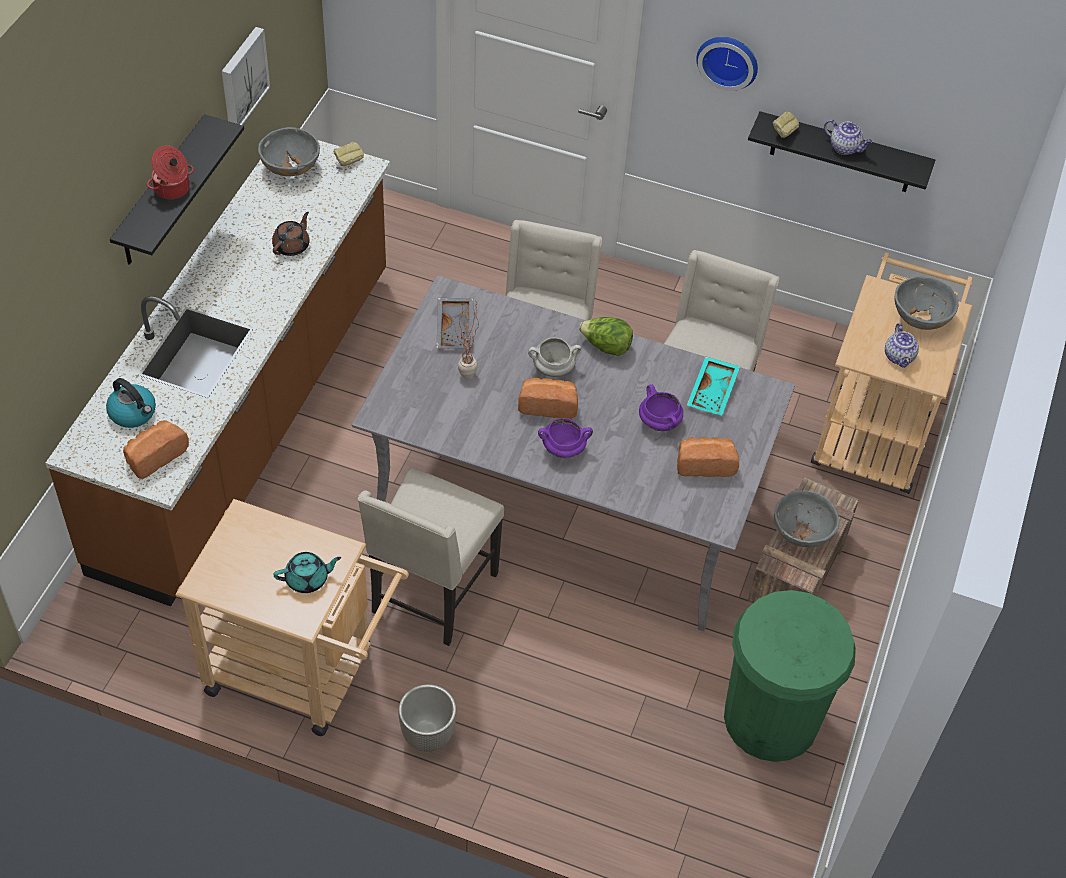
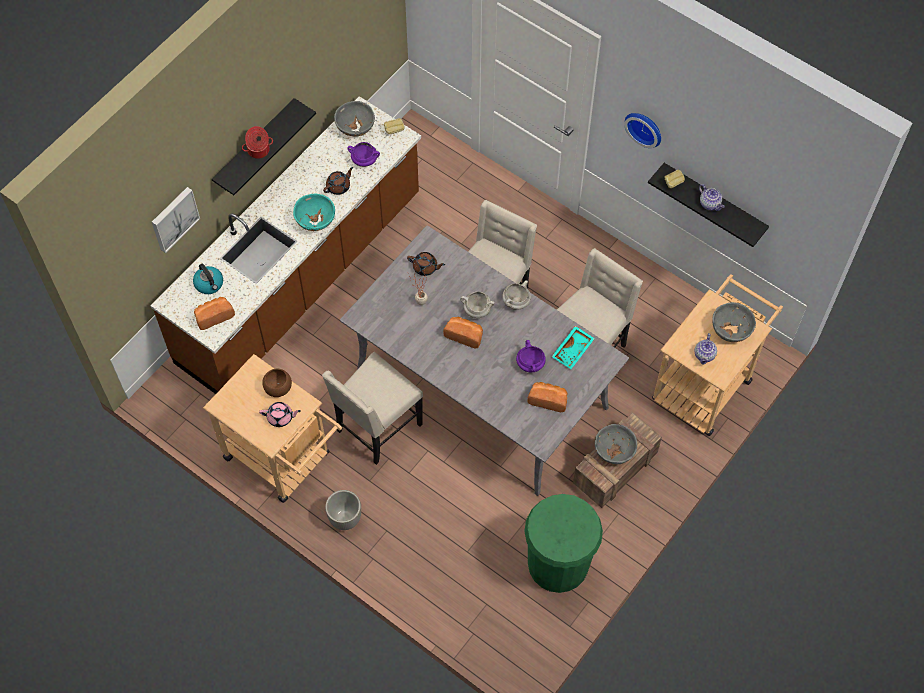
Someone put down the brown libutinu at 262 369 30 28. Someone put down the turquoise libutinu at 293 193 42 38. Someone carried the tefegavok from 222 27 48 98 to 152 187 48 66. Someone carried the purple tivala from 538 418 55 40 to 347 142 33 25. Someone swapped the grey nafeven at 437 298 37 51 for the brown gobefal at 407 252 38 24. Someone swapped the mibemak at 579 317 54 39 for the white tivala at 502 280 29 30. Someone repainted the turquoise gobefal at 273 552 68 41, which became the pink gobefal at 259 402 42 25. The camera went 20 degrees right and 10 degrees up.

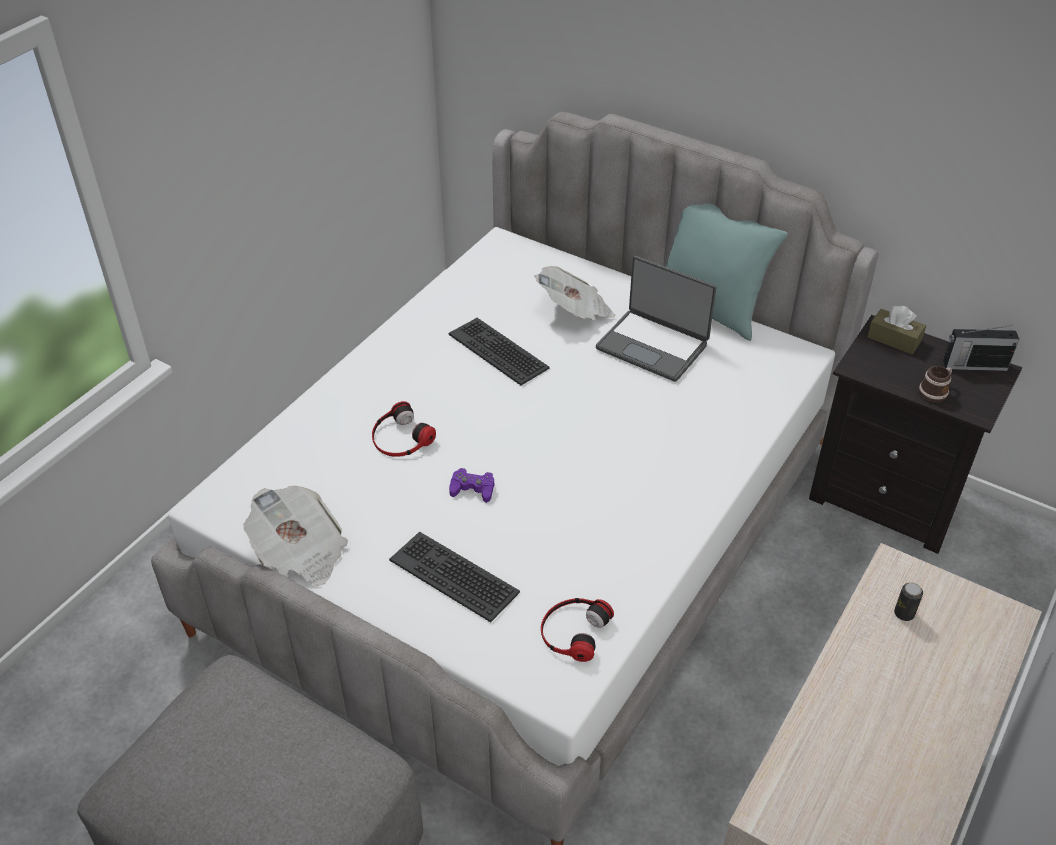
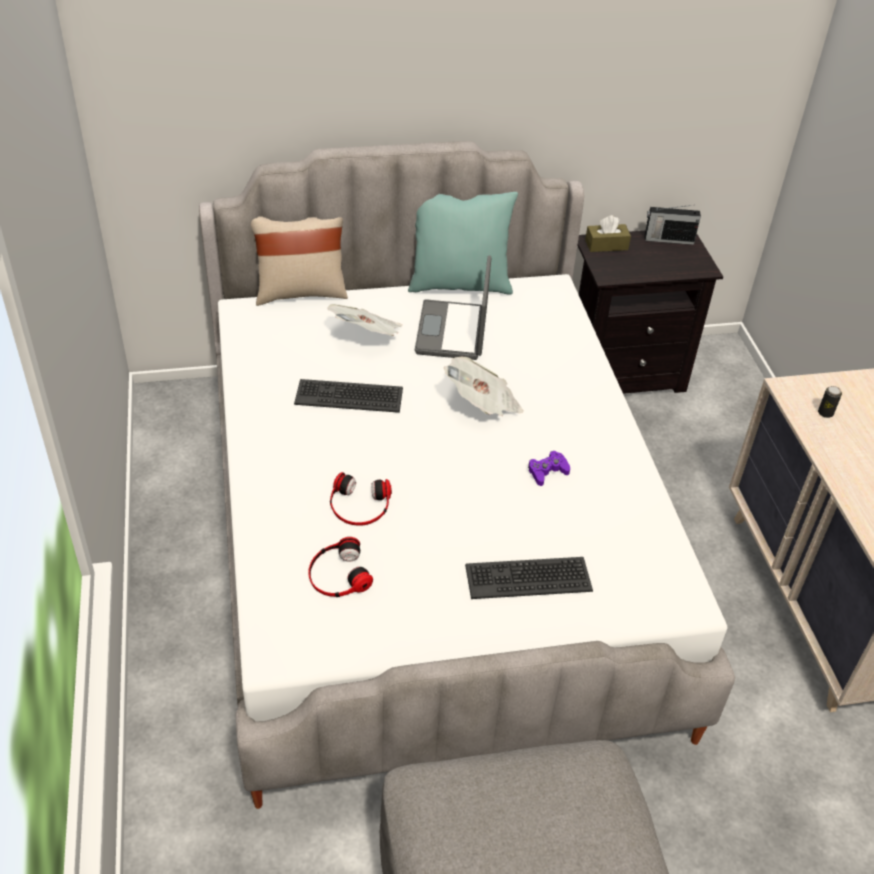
Someone took away the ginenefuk at 919 366 33 37. Someone put down the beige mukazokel at 251 216 97 90. Someone carried the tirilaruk from 243 486 105 100 to 444 357 80 59. Someone carried the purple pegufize from 449 468 46 35 to 528 451 42 35. Someone carried the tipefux from 541 598 73 64 to 308 537 65 60. Someone rotated the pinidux at 596 256 120 126 by 105 degrees clockwise. Someone rotated the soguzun at 943 325 76 46 by 45 degrees clockwise. The camera went 45 degrees left and 0 degrees up.

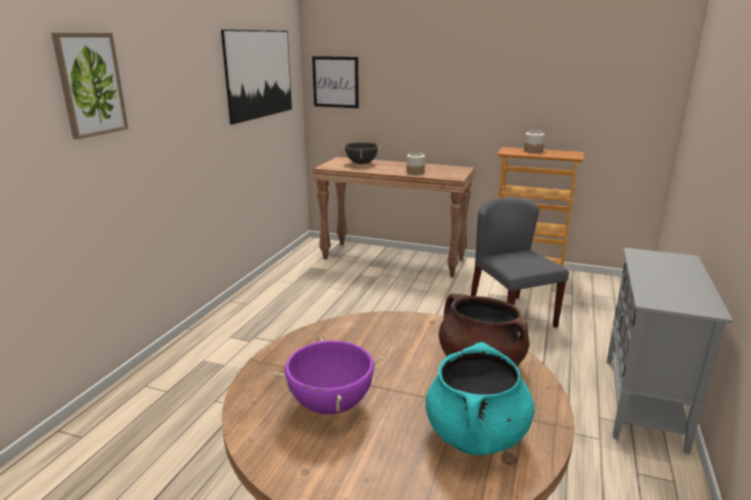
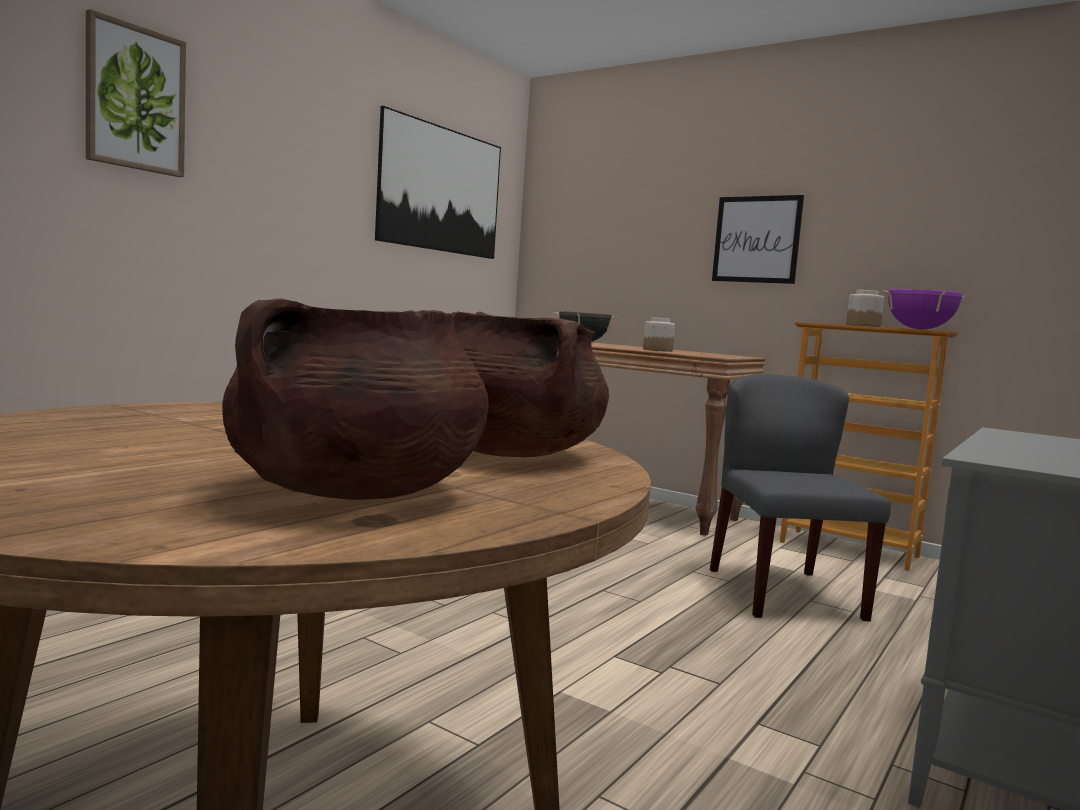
Someone carried the purple tivala from 274 337 109 77 to 882 289 85 41. Someone carried the tefegavok from 312 56 47 52 to 712 195 92 89. Someone repainted the turquoise tivala at 426 342 109 113, which became the brown tivala at 222 298 267 202. The camera went 15 degrees right and 15 degrees down.

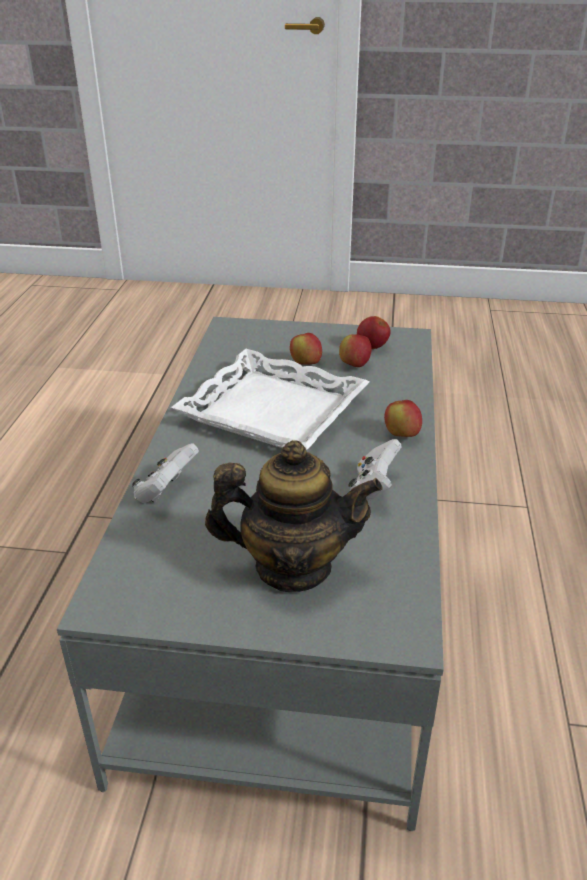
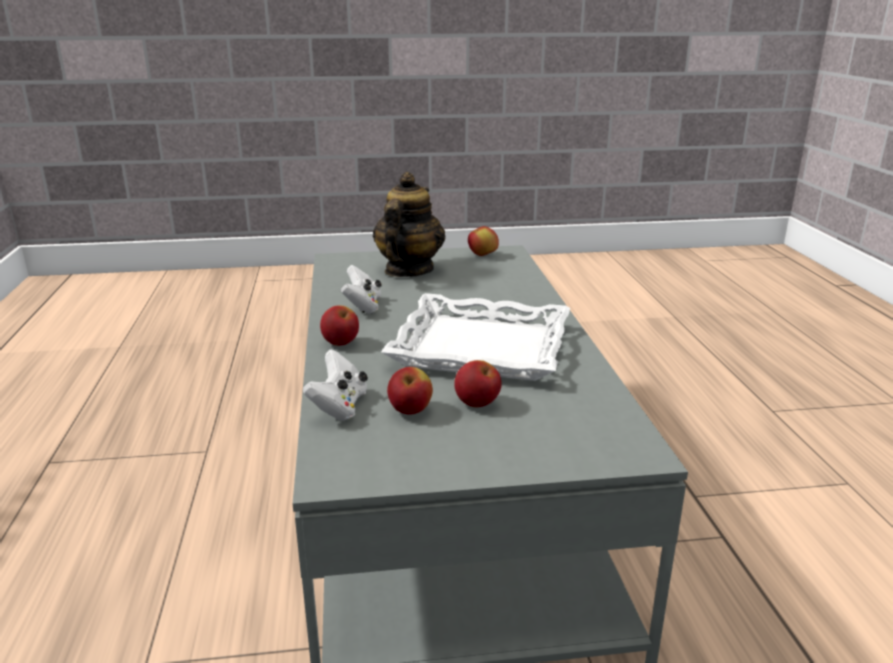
Someone carried the white pegufize from 132 443 67 60 to 302 350 66 71. Someone carried the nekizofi from 357 316 34 33 to 468 226 31 30. Someone rotated the gobefal at 205 440 177 152 by 120 degrees clockwise. The camera went 165 degrees right and 10 degrees down.

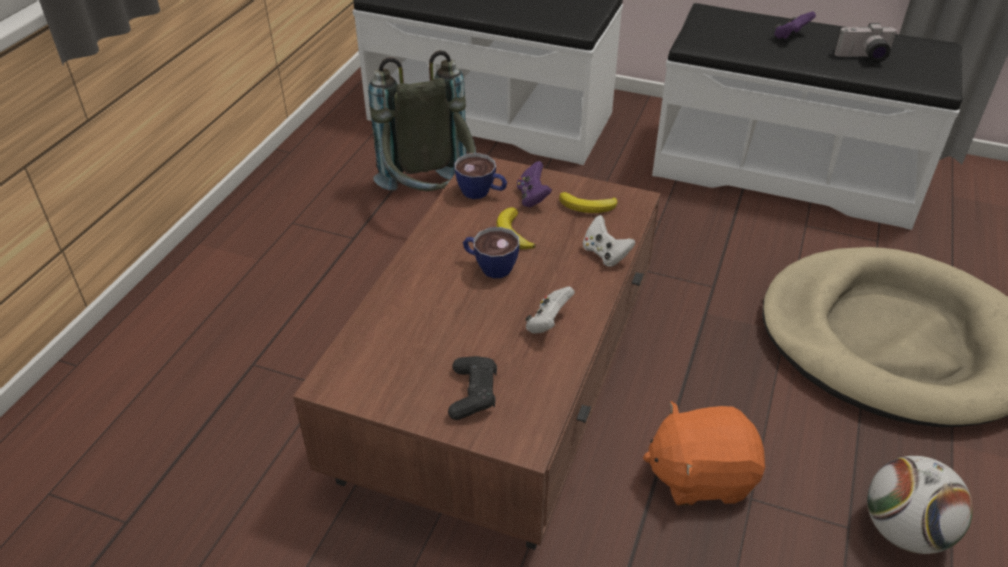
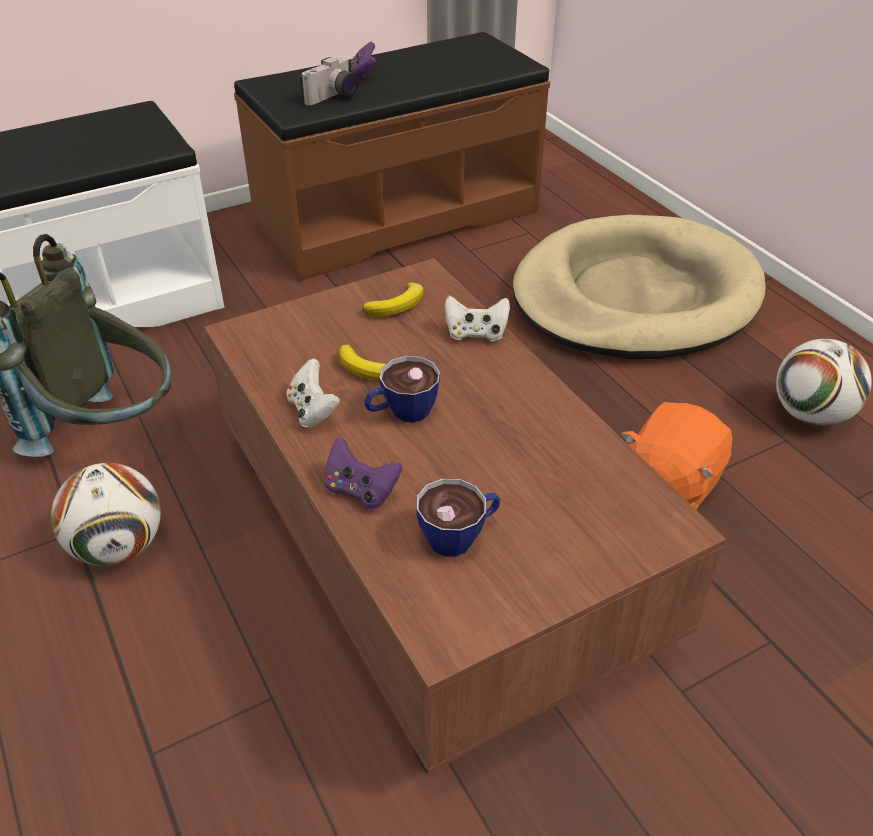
Someone took away the black pegufize at 448 356 49 64. Someone put down the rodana at 51 463 110 103. Someone carried the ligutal from 454 153 53 46 to 416 478 85 79. Someone carried the purple pegufize from 517 161 35 46 to 325 438 77 71. Someone carried the white pegufize from 525 286 50 48 to 286 358 54 70. Someone carried the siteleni from 834 23 63 40 to 300 57 59 48. Someone repainted the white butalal at 652 3 311 227, which became the brown butalal at 234 32 316 249. The camera went 50 degrees left and 0 degrees up.

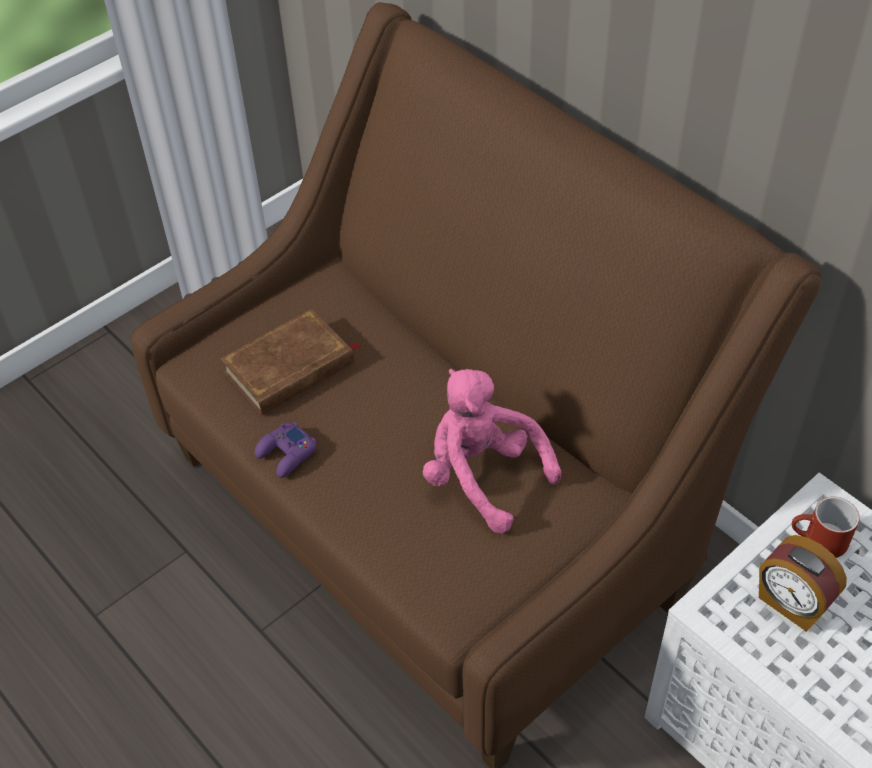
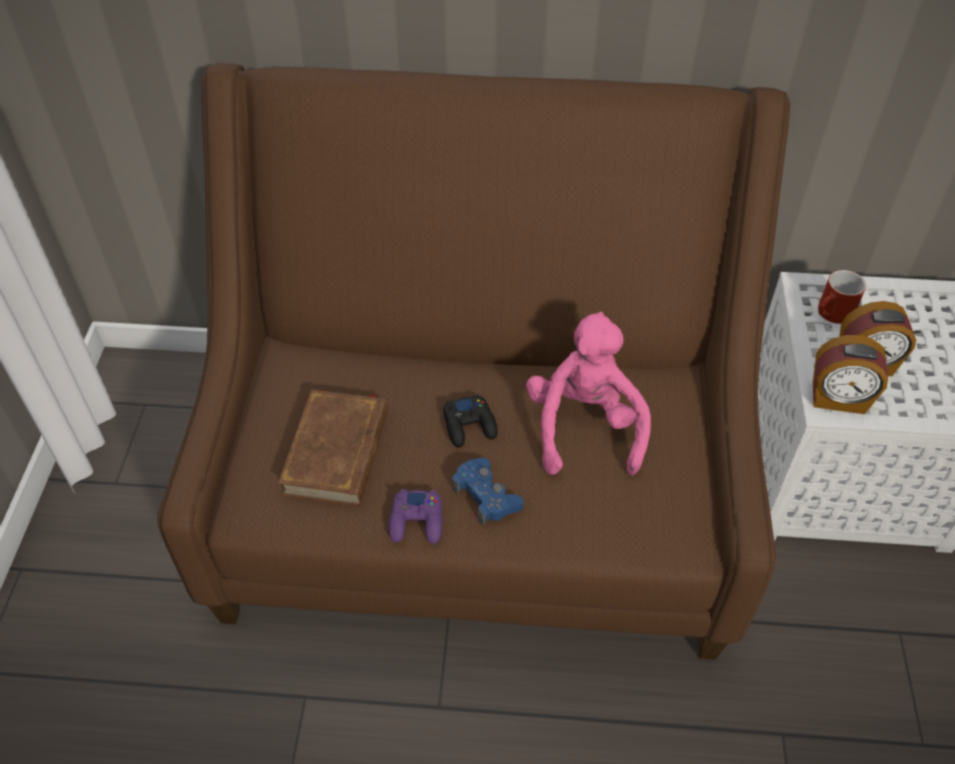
Someone put down the black pegufize at 443 394 55 54. Someone put down the blue pegufize at 452 458 71 67. Someone put down the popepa at 813 335 75 79. Someone rotated the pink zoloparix at 423 369 139 164 by 90 degrees clockwise. The camera went 45 degrees left and 0 degrees up.

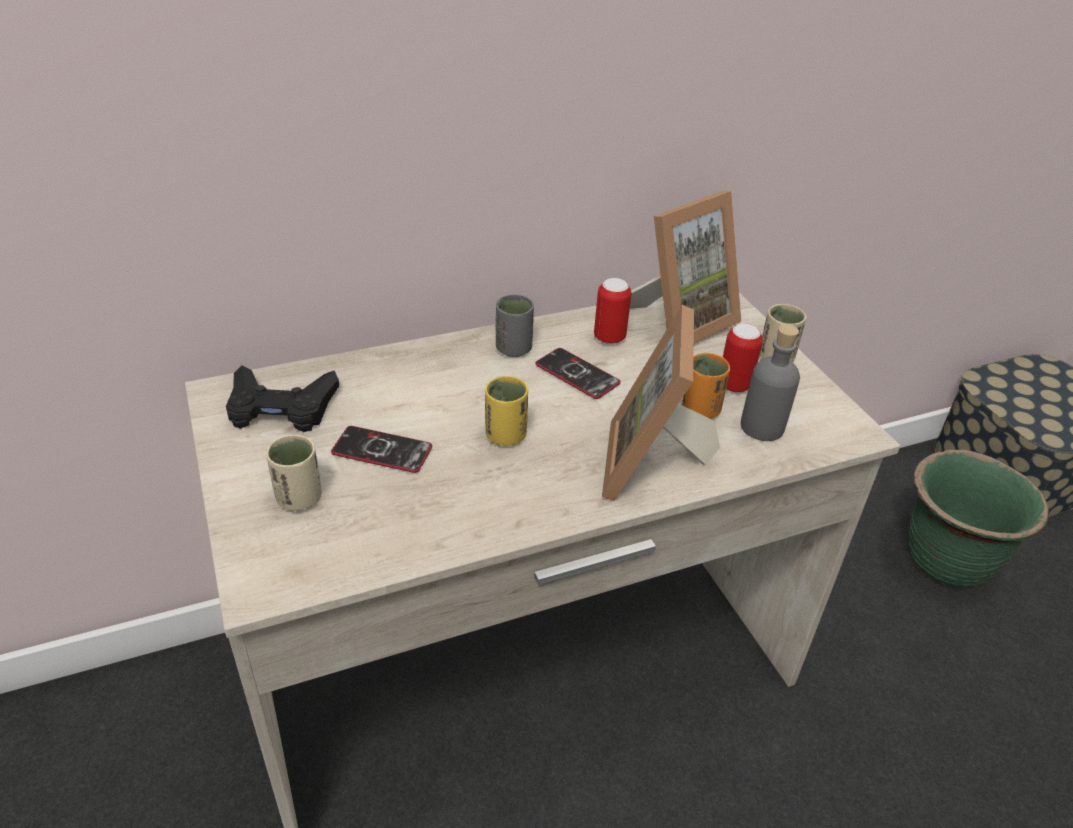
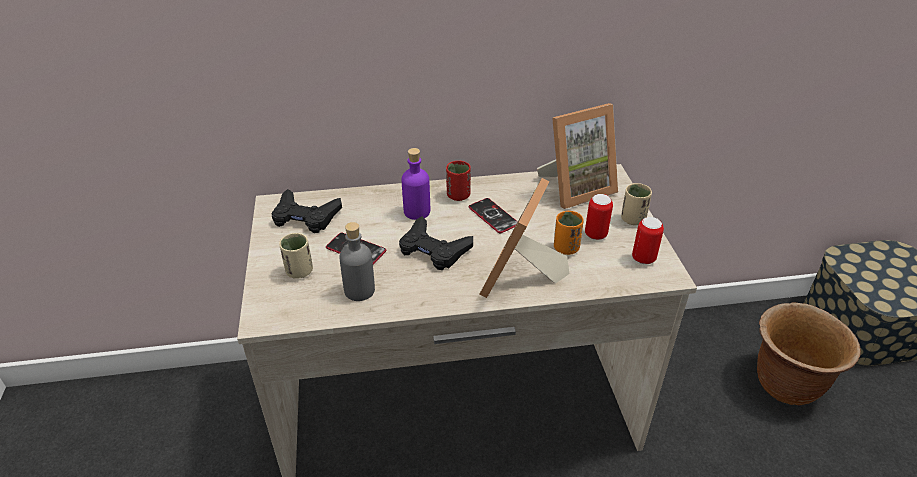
Someone put down the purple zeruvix at 401 148 29 72. Someone carried the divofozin from 594 278 38 66 to 632 217 32 47. Someone carried the grey zeruvix from 741 324 59 117 to 339 222 36 79. Someone swapped the yellow ligutal at 485 376 44 70 for the black pegufize at 399 216 74 54. Someone repainted the grey ligutal at 496 294 38 63, which became the red ligutal at 446 161 25 40. Someone repainted the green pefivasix at 909 450 140 138, which became the brown pefivasix at 757 303 104 103. The camera went 15 degrees right and 0 degrees up.

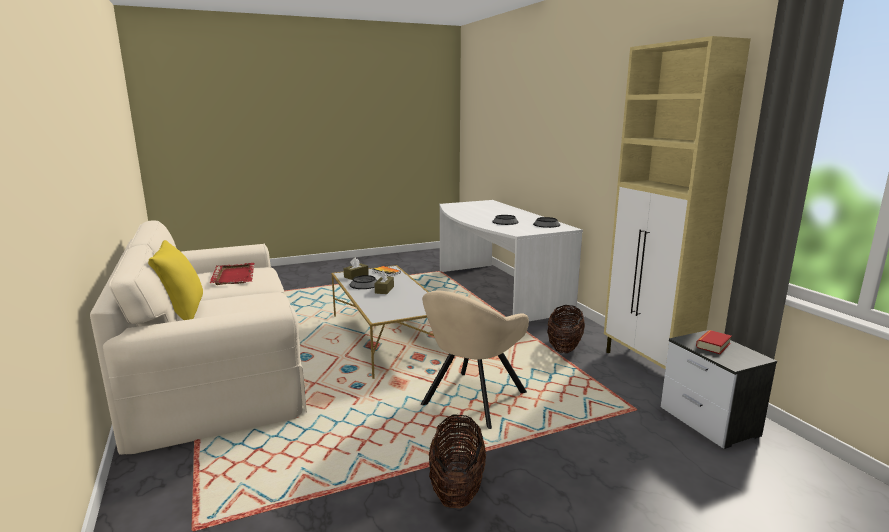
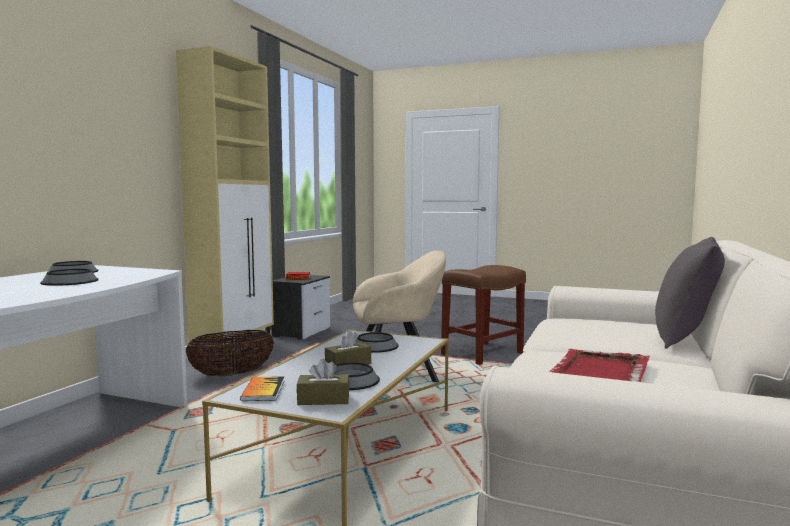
Someone put down the libutinu at 355 332 44 21. Someone swapped the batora at 429 414 57 94 for the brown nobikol at 441 265 85 100. Someone repainted the yellow mukazokel at 148 240 55 80, which became the grey mukazokel at 655 237 70 112. The camera went 135 degrees left and 10 degrees down.

